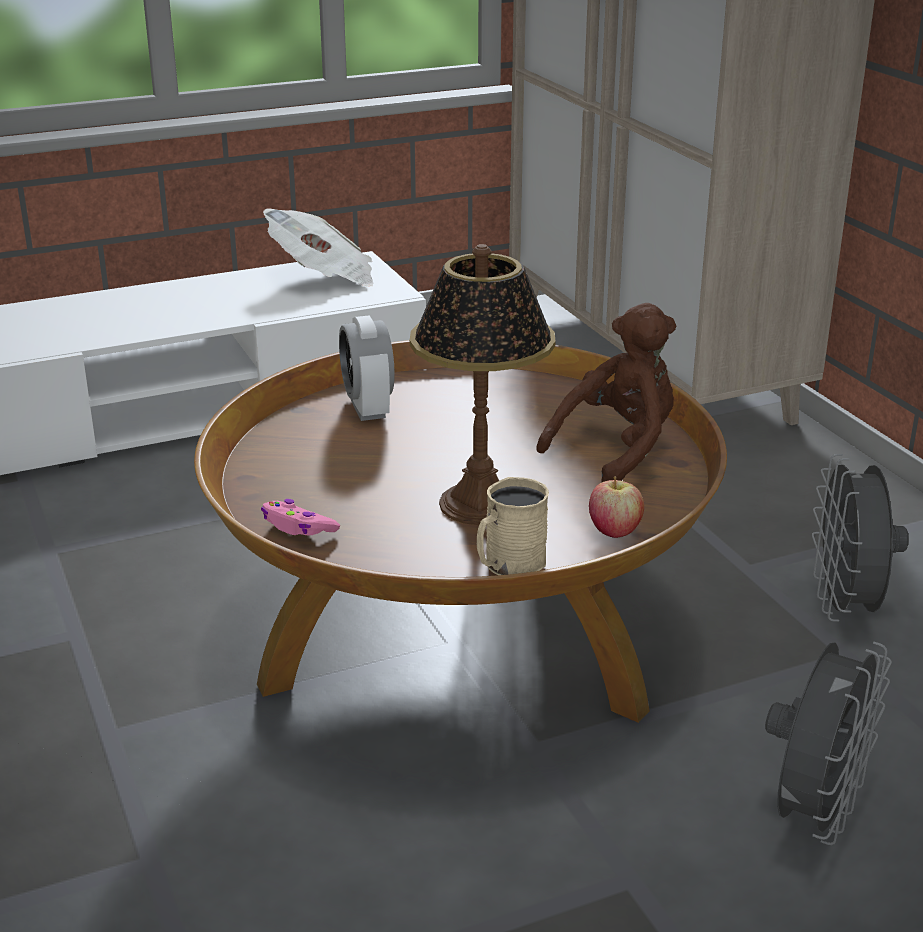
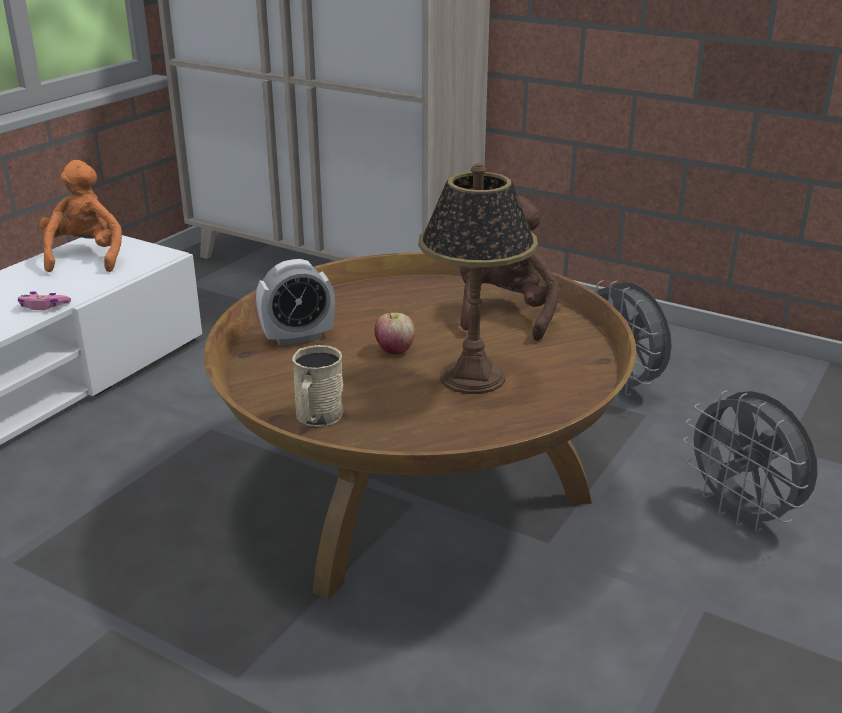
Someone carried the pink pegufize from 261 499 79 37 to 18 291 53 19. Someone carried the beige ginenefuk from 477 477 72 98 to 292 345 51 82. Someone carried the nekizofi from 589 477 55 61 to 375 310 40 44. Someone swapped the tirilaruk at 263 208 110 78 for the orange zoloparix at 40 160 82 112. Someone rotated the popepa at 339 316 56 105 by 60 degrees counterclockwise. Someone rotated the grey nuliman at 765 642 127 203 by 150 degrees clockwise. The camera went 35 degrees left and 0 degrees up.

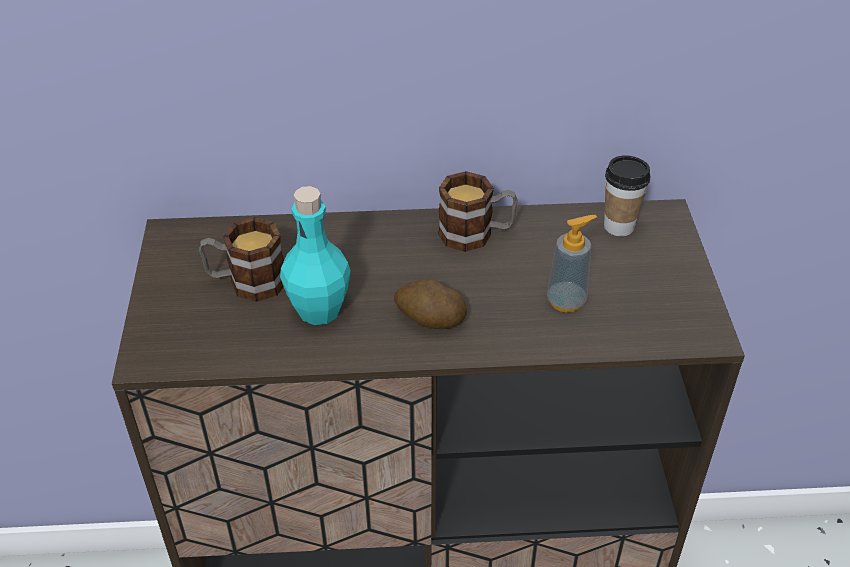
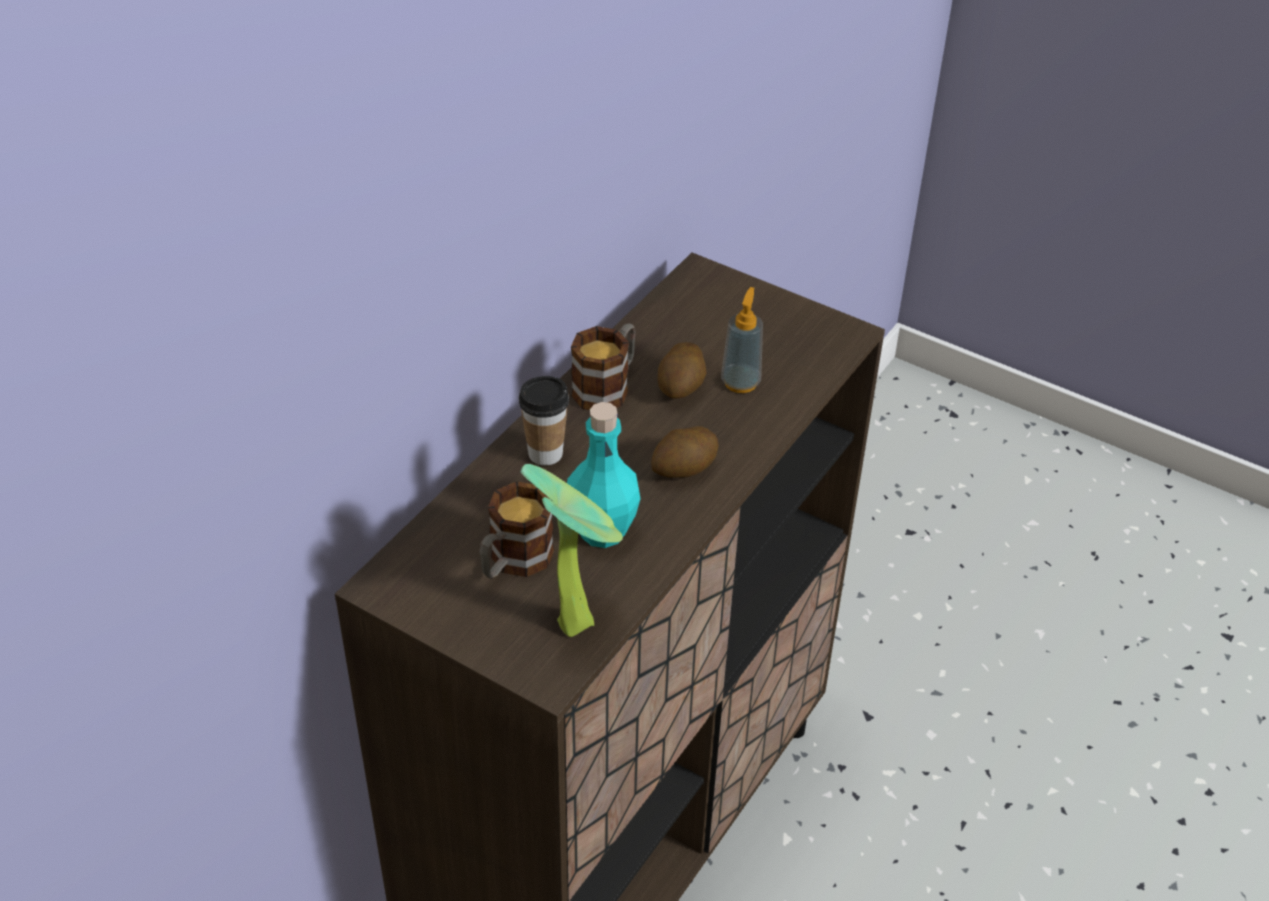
Someone put down the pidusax at 521 464 102 173. Someone put down the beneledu at 657 342 49 57. Someone carried the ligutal from 604 155 46 81 to 519 376 50 90. The camera went 55 degrees left and 0 degrees up.

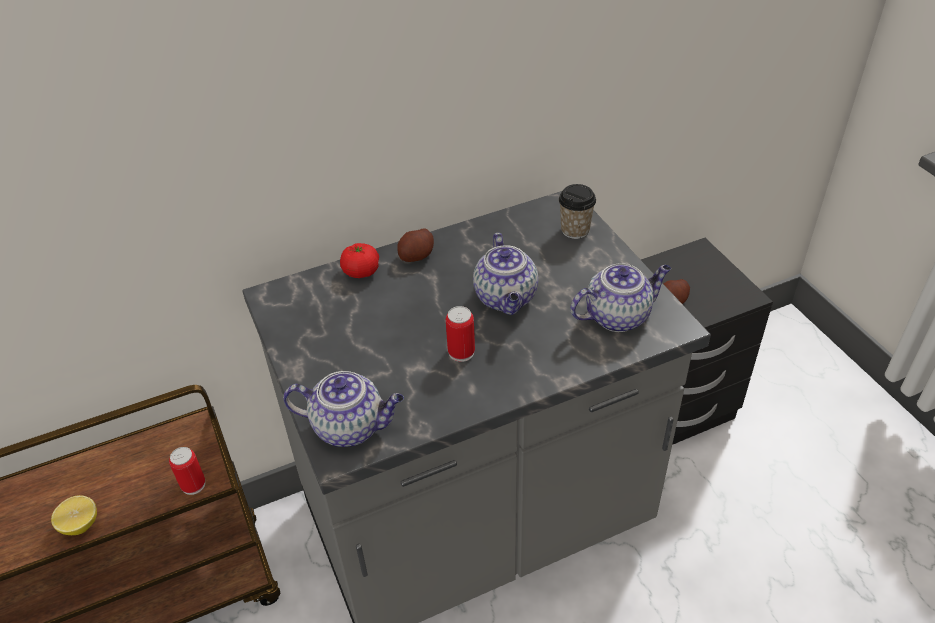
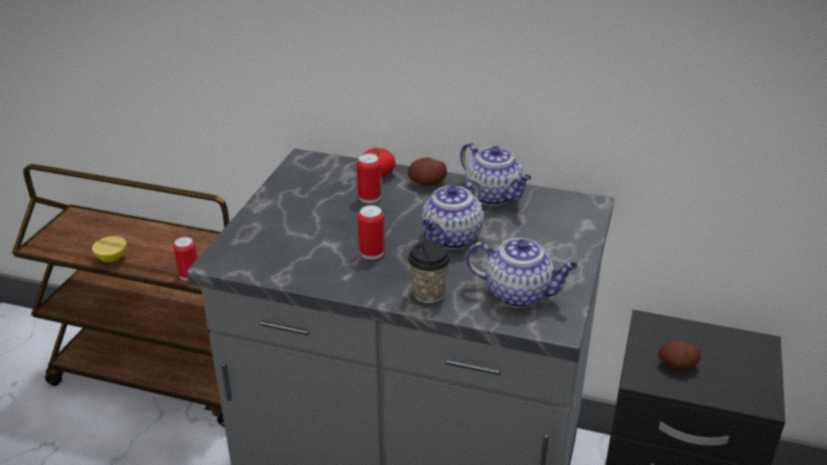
Someone put down the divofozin at 357 153 24 50. Someone carried the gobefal from 283 371 121 76 to 460 143 72 62. Someone carried the ligutal from 559 184 37 55 to 408 241 42 62. The camera went 40 degrees right and 10 degrees down.

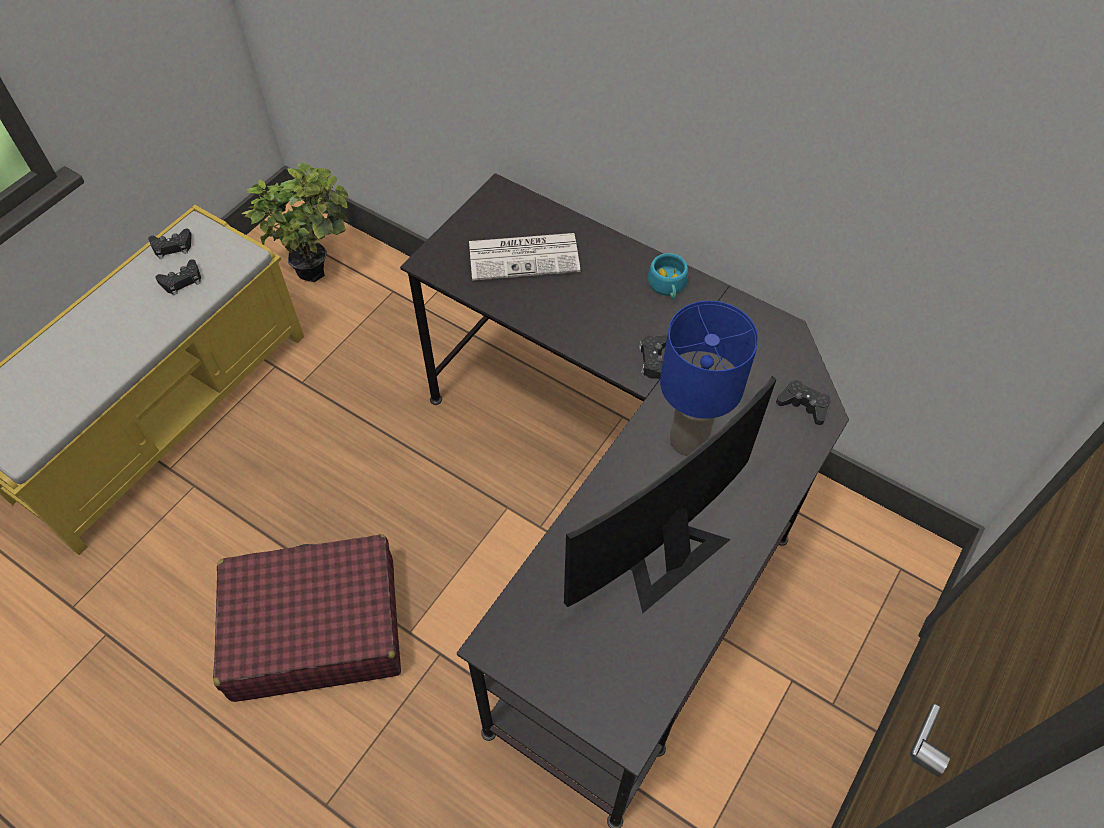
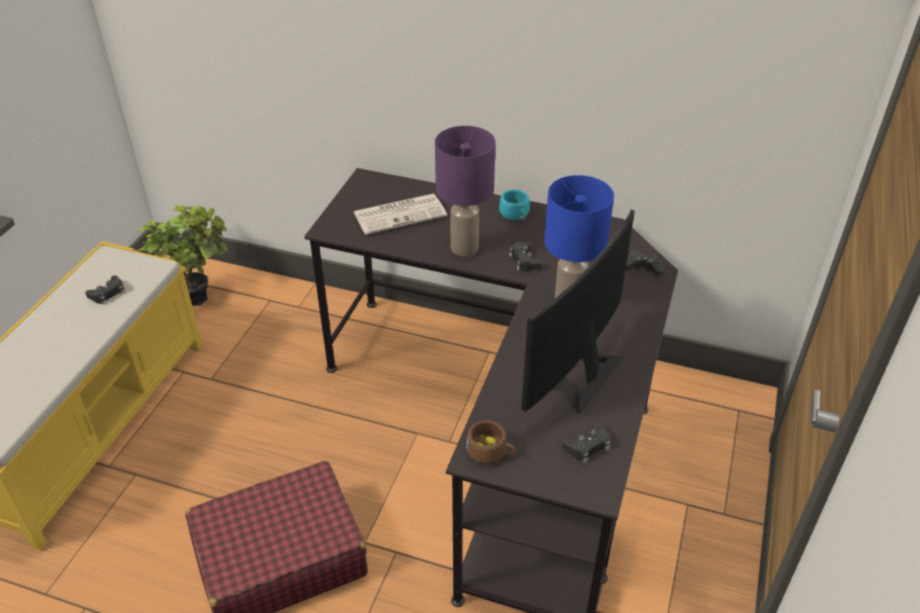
Someone put down the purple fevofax at 435 126 61 131. Someone put down the brown ligutal at 466 420 50 44. Someone carried the black pegufize from 148 228 44 31 to 562 422 49 41. The camera went 15 degrees left and 15 degrees down.

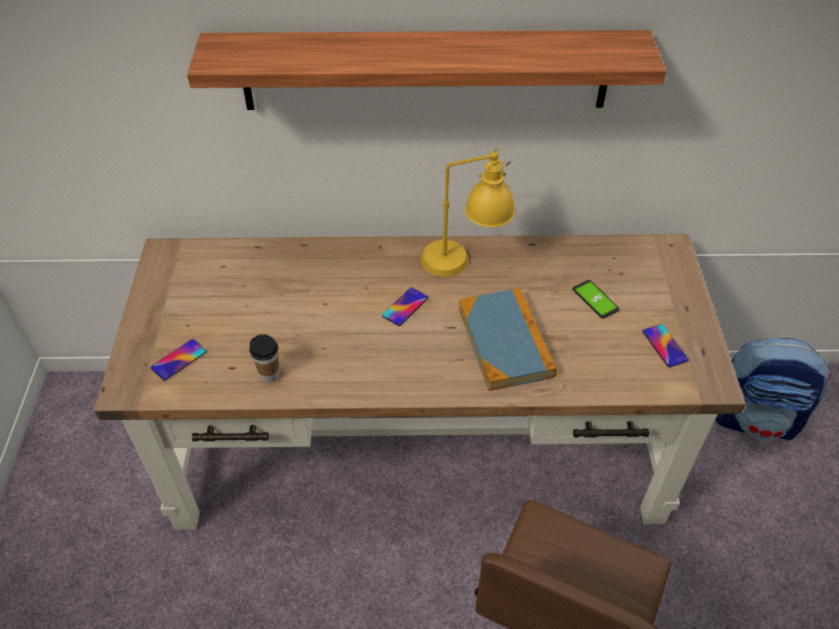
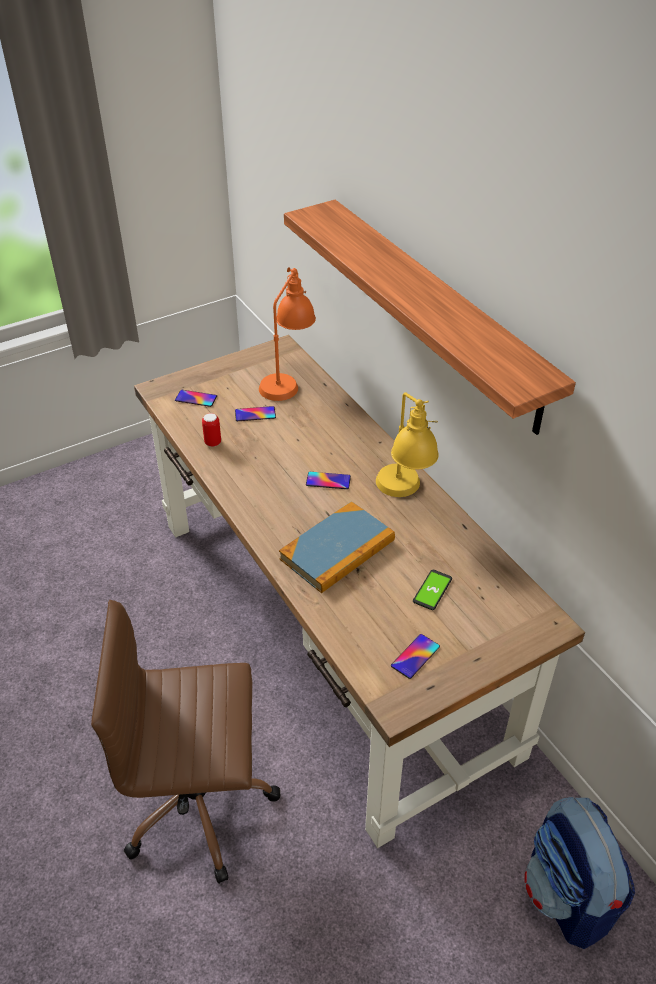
Someone put down the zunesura at 235 406 41 15. Someone put down the orange fevofax at 259 267 57 134. Someone swapped the ligutal at 249 334 30 48 for the divofozin at 202 413 19 34. The camera went 60 degrees right and 5 degrees down.

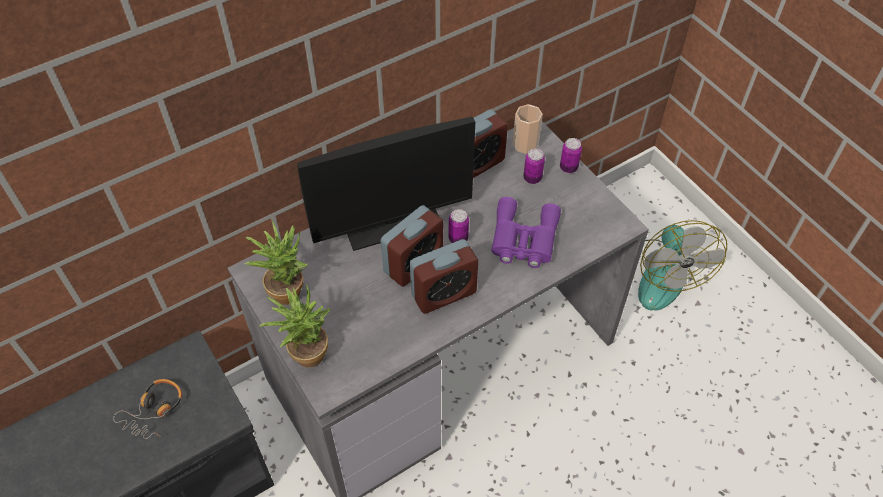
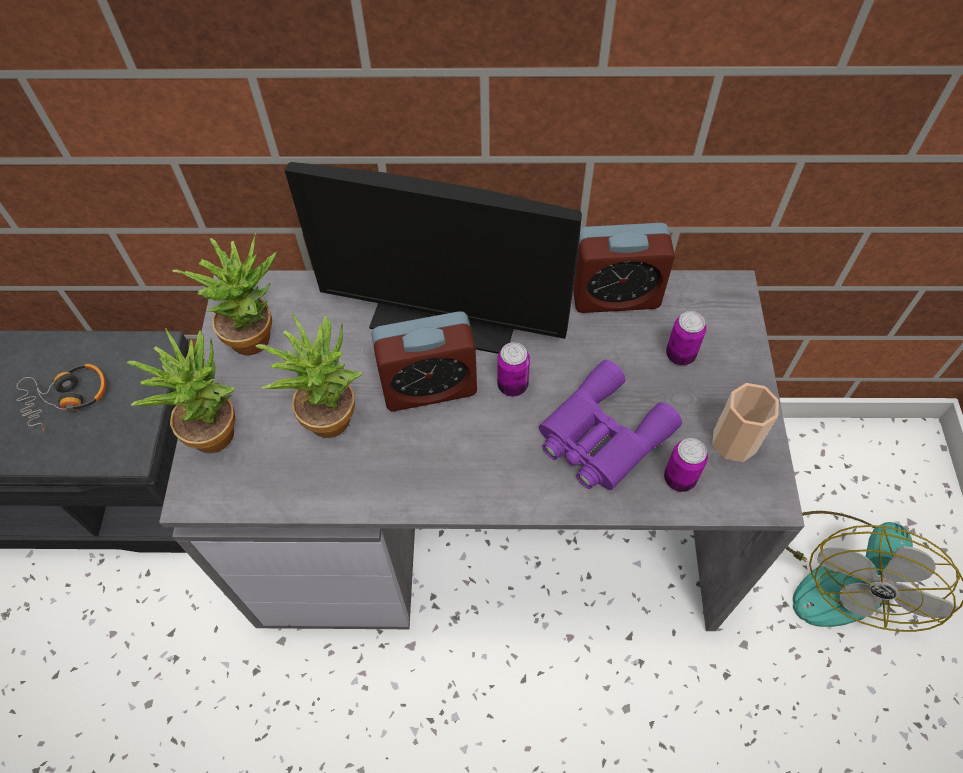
Someone took away the popepa at 410 239 68 75. Someone put down the pidusax at 255 313 108 125. Someone carried the ligutal from 513 104 30 50 to 712 383 67 79. Someone carried the divofozin from 560 138 22 35 to 664 438 44 54. The camera went 35 degrees right and 5 degrees up.

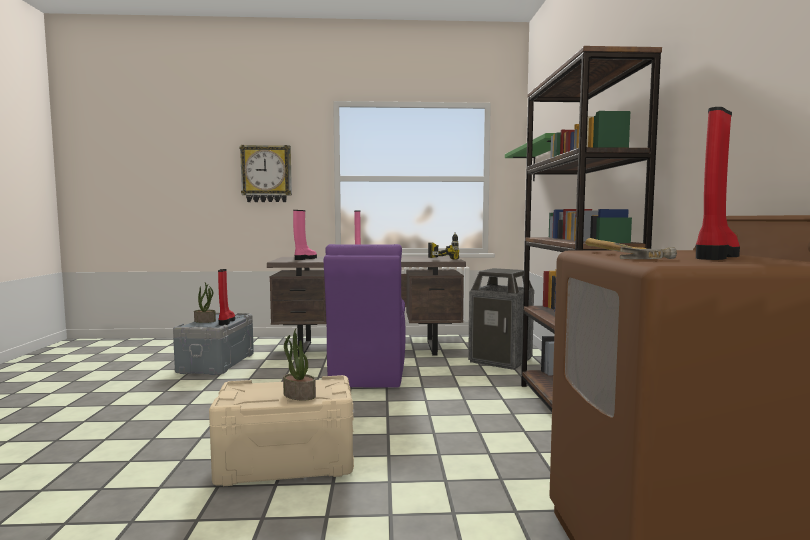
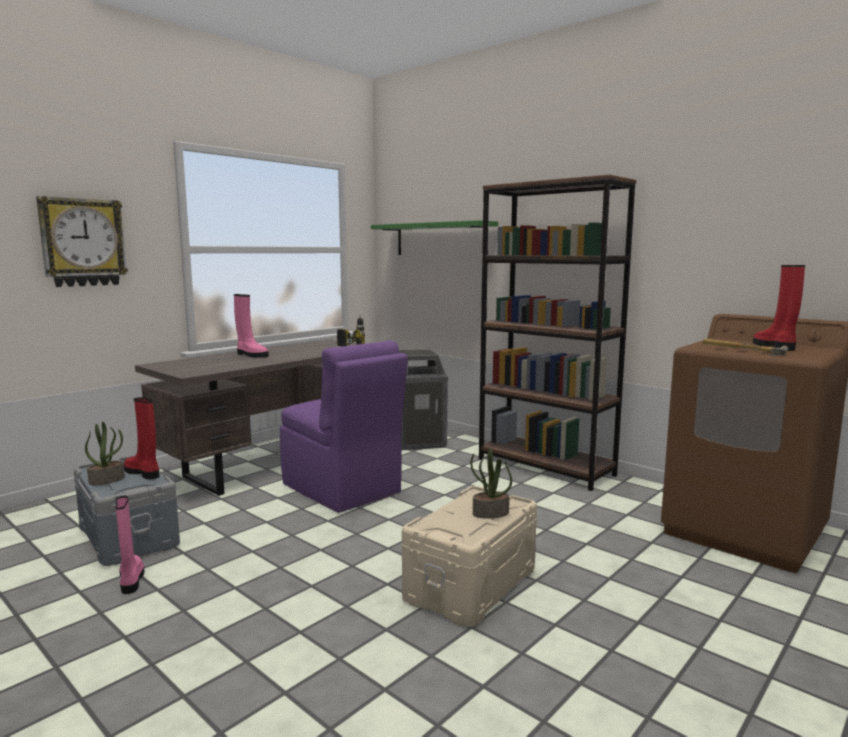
Someone carried the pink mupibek from 293 210 24 50 to 116 496 29 98. The camera went 45 degrees left and 5 degrees up.

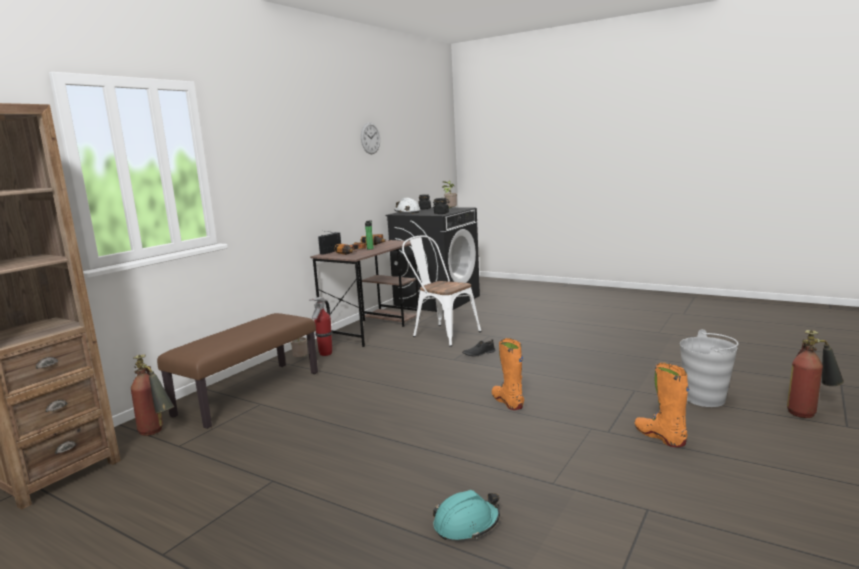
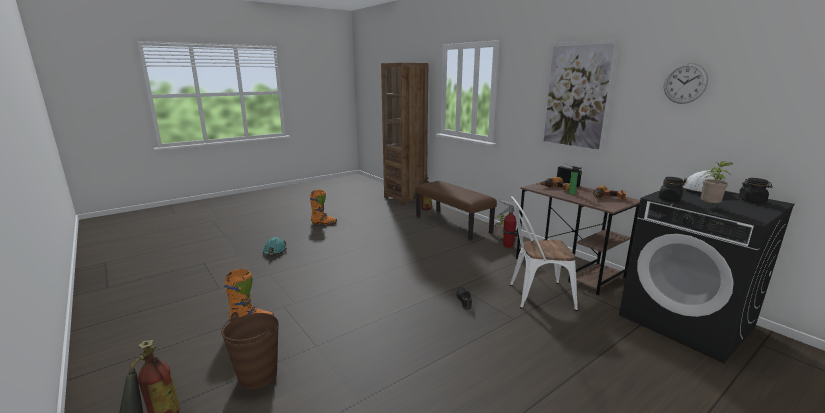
Someone put up the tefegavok at 541 40 78 113. Someone carried the orange mupibek from 492 338 32 72 to 310 190 27 35. Someone repainted the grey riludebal at 680 329 58 78, which became the brown riludebal at 221 312 58 77. Someone rotated the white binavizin at 402 236 80 111 by 150 degrees counterclockwise. The camera went 110 degrees right and 5 degrees up.

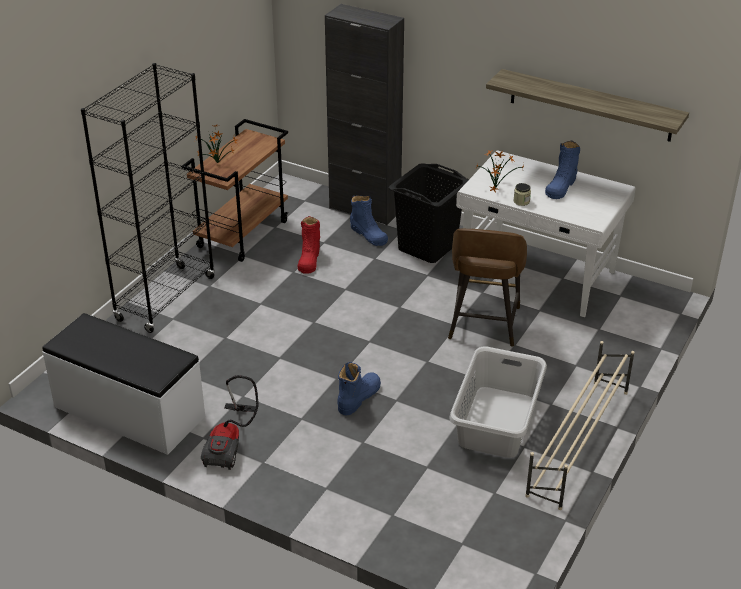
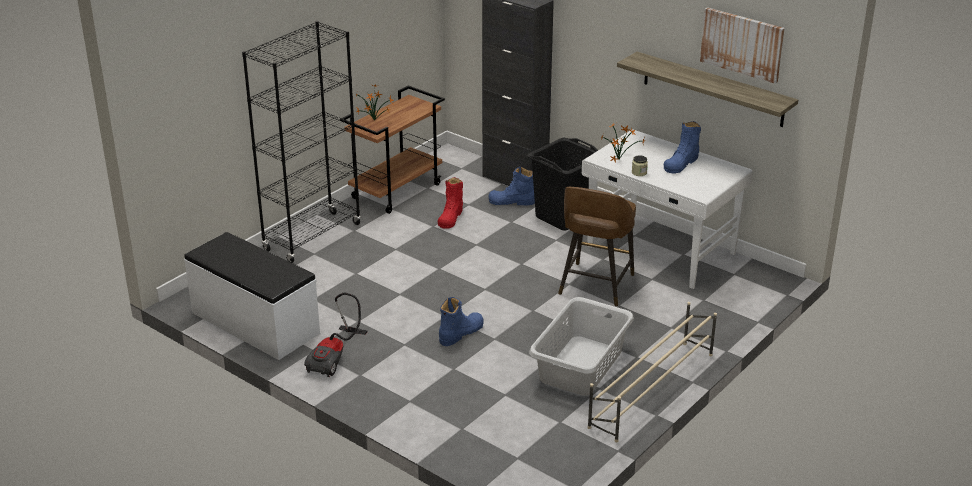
Someone put up the tefegavok at 700 7 85 77. Someone rotated the blue mupibek at 350 195 38 51 by 120 degrees clockwise. The camera went 10 degrees right and 5 degrees down.

